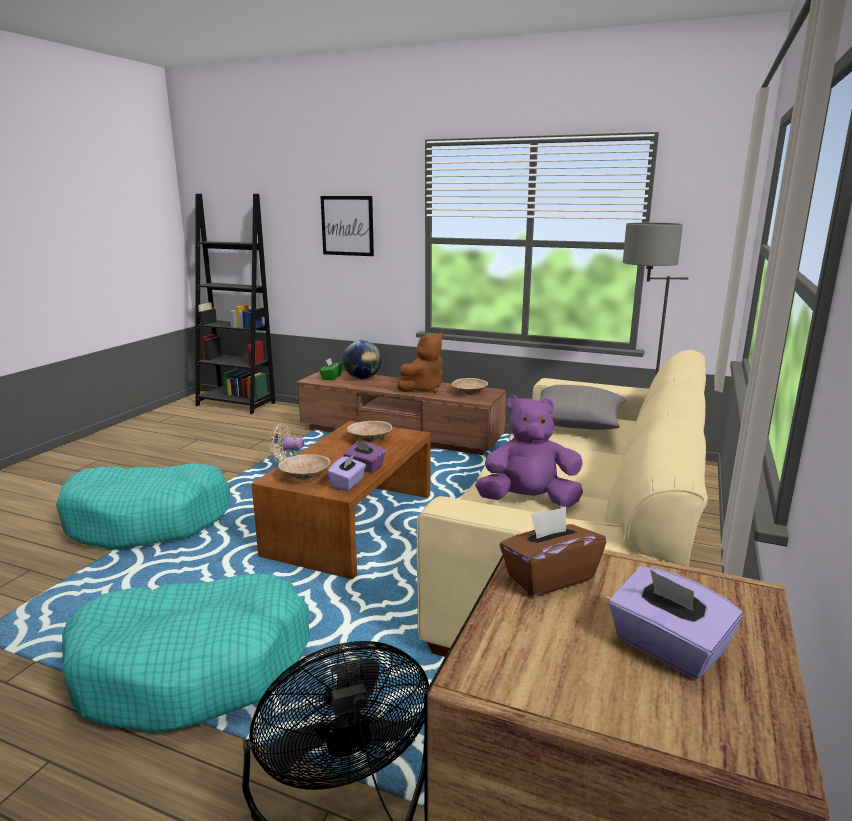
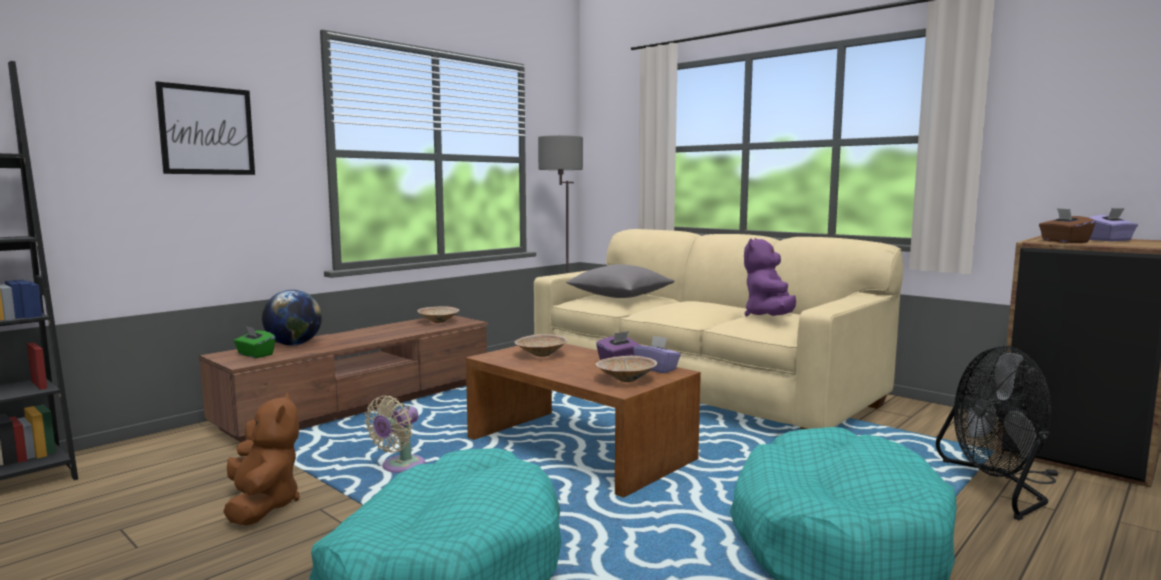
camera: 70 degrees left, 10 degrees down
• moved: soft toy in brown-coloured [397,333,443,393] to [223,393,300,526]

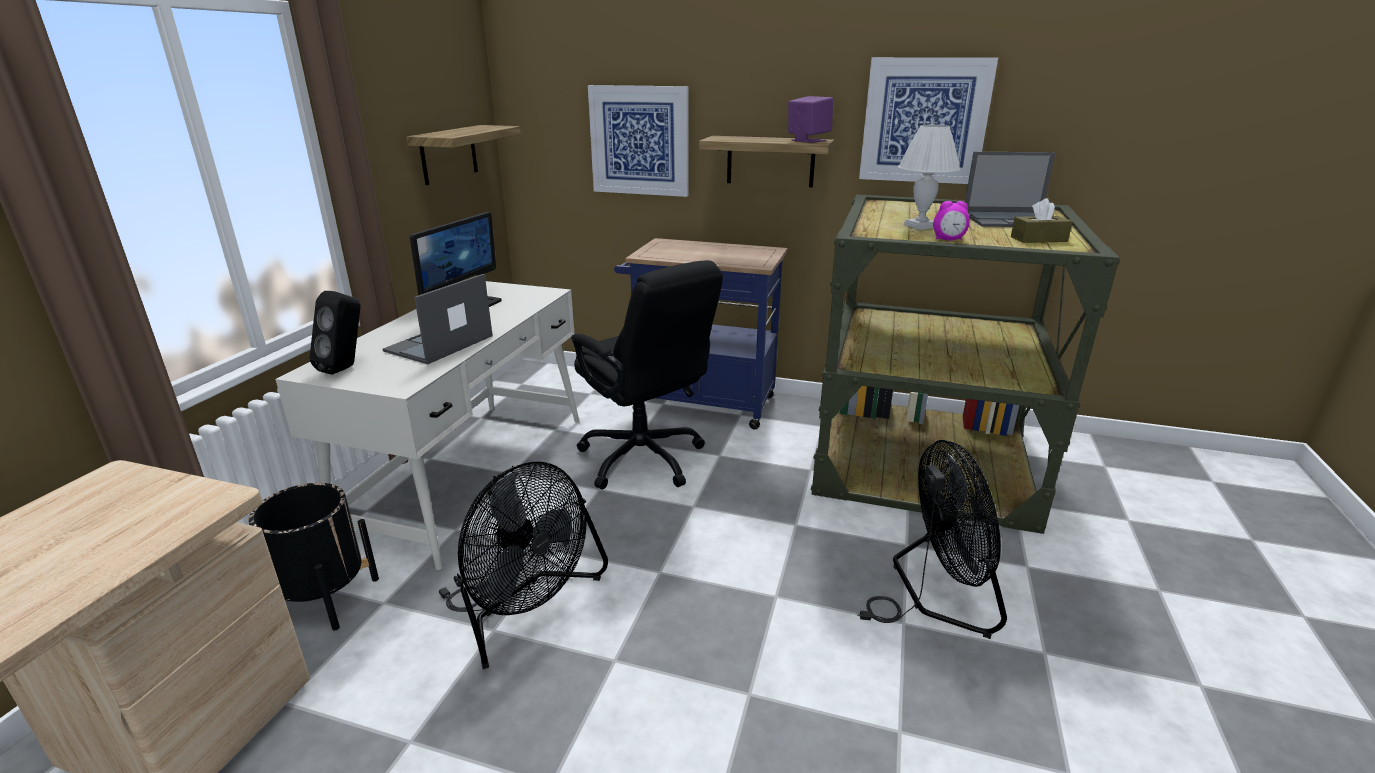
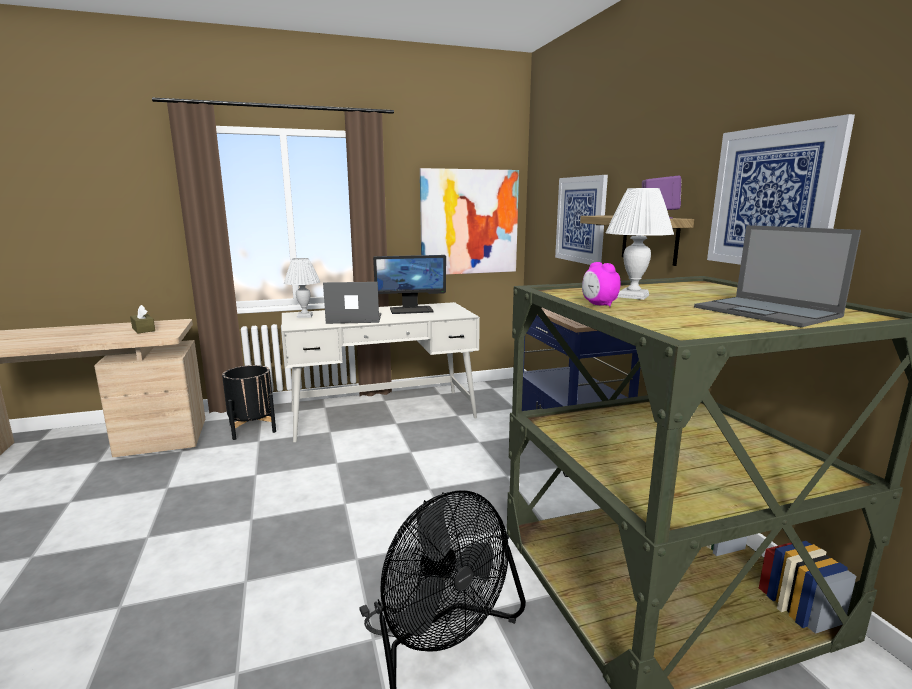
camera: 55 degrees right, 10 degrees down
• moved: tissue holder in brown-coloured [1011,198,1073,243] to [130,305,155,333]
• replaced: audio speaker in blackish [310,291,360,375] to table lamp in white-coloured [284,258,320,318]
• replaced: bracket shelf [406,125,521,185] to wall art [420,168,519,275]
• removed: cooling fan in blackish [439,462,608,669]
• removed: computer chair in blackish [571,260,723,490]

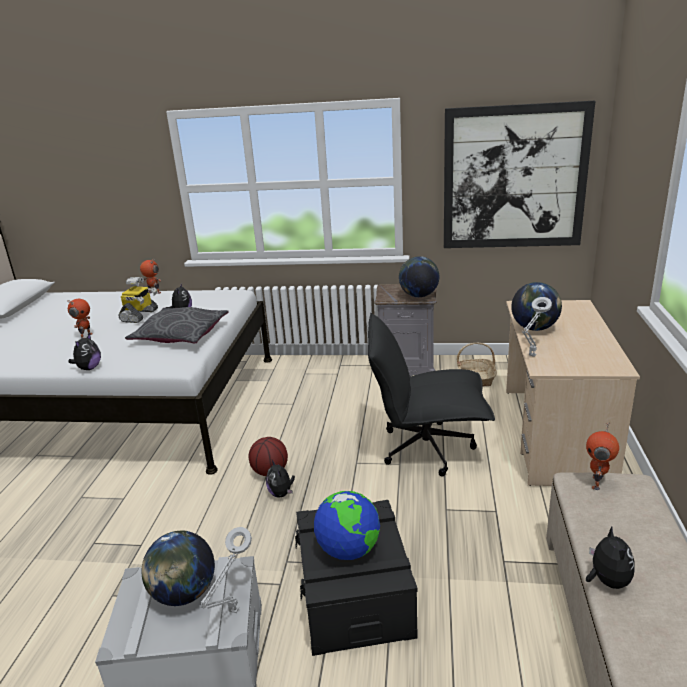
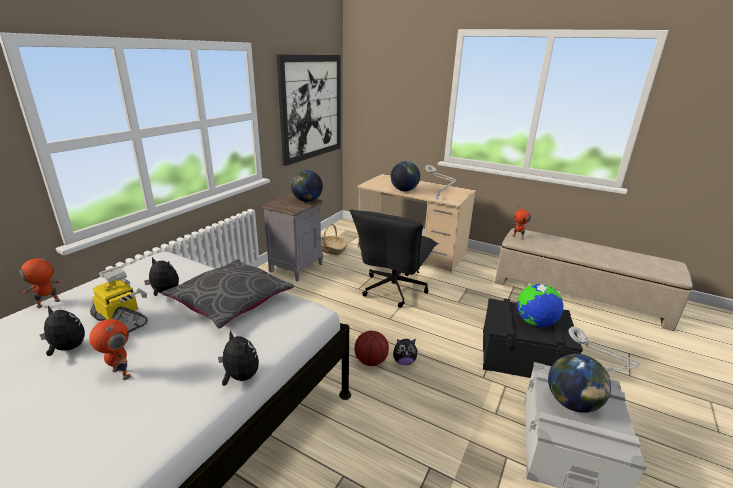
camera: 70 degrees left, 0 degrees up
• moved: soft toy [586,527,635,589] to [40,305,85,356]

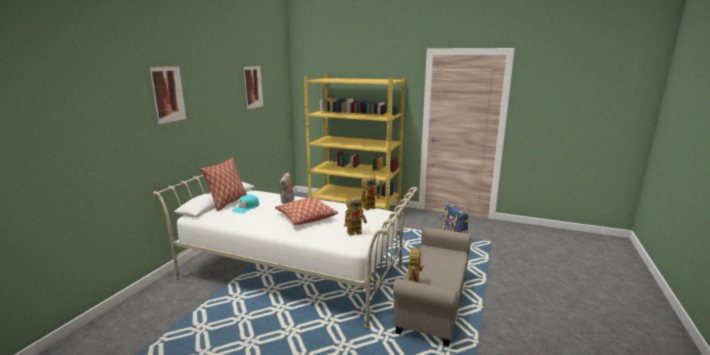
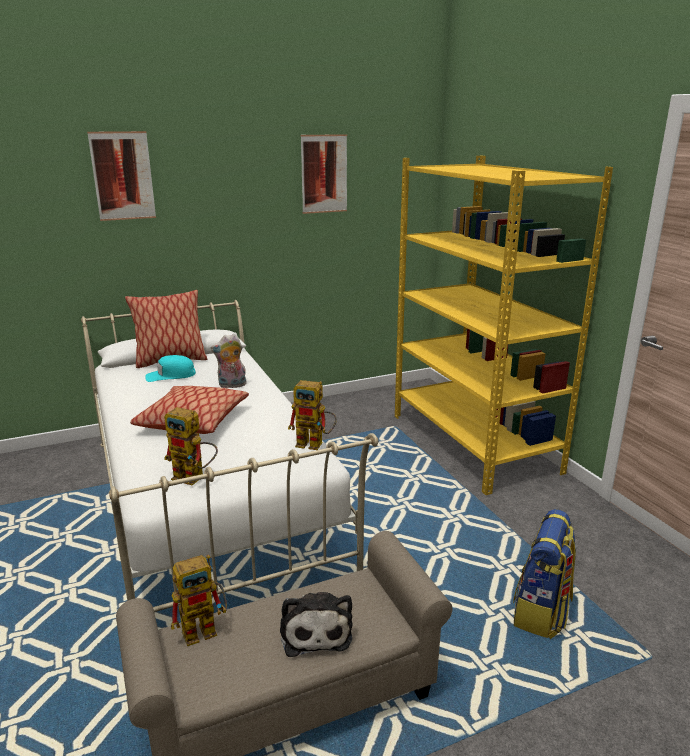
camera: 45 degrees right, 5 degrees up
• added: soft toy [280,592,352,657]

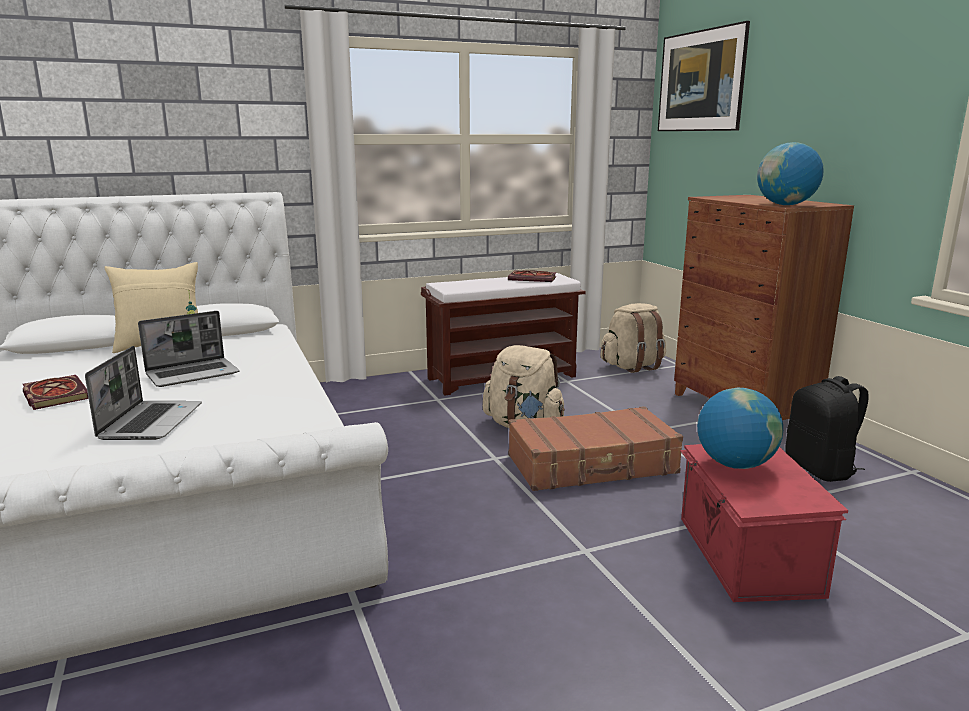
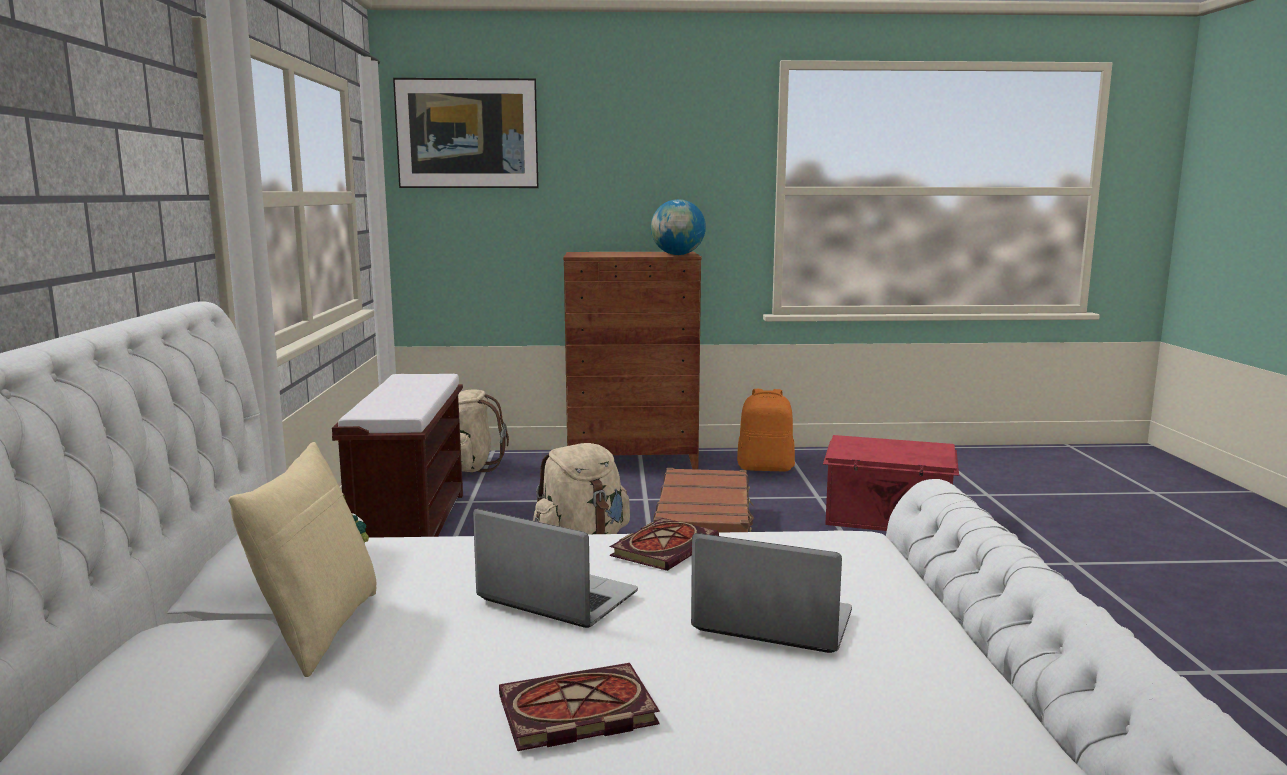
camera: 70 degrees left, 5 degrees down
• turned: notebook computer [138,311,239,387] = [473,509,638,628] 45 degrees counterclockwise
• moved: volume [508,270,557,282] to [610,518,719,571]
• recoloured: backpack in blackish [785,376,869,482] to backpack in orange [737,389,795,471]
• removed: world globe [697,388,783,469]

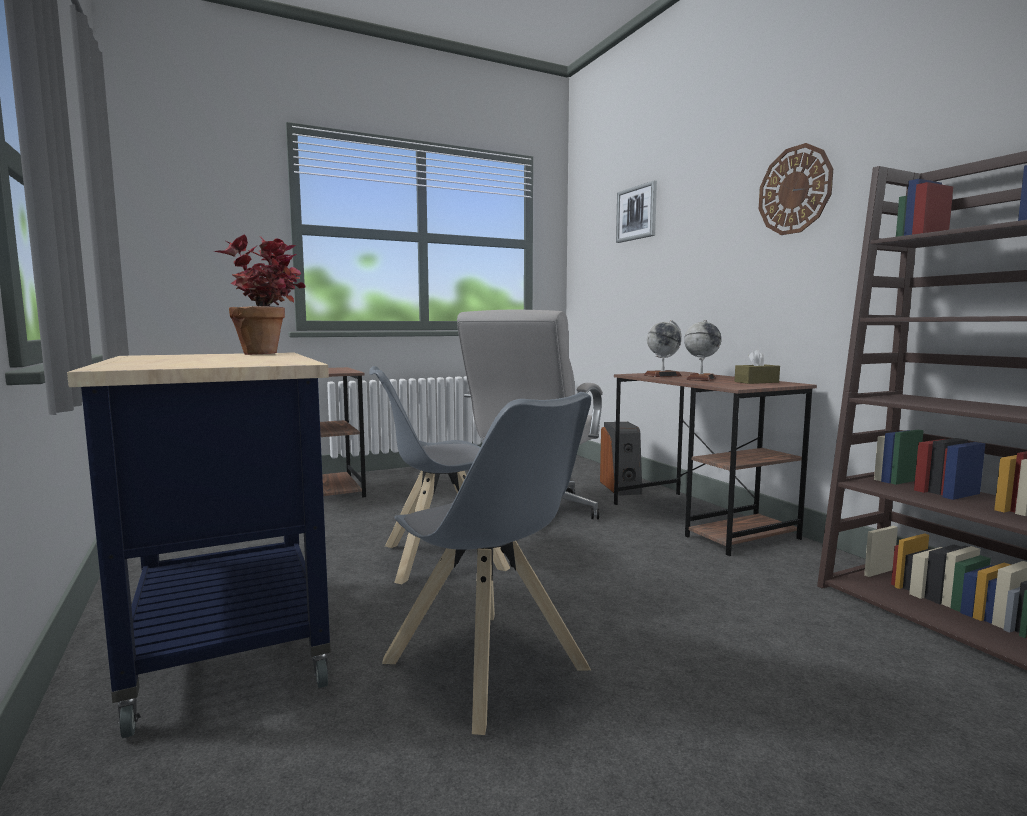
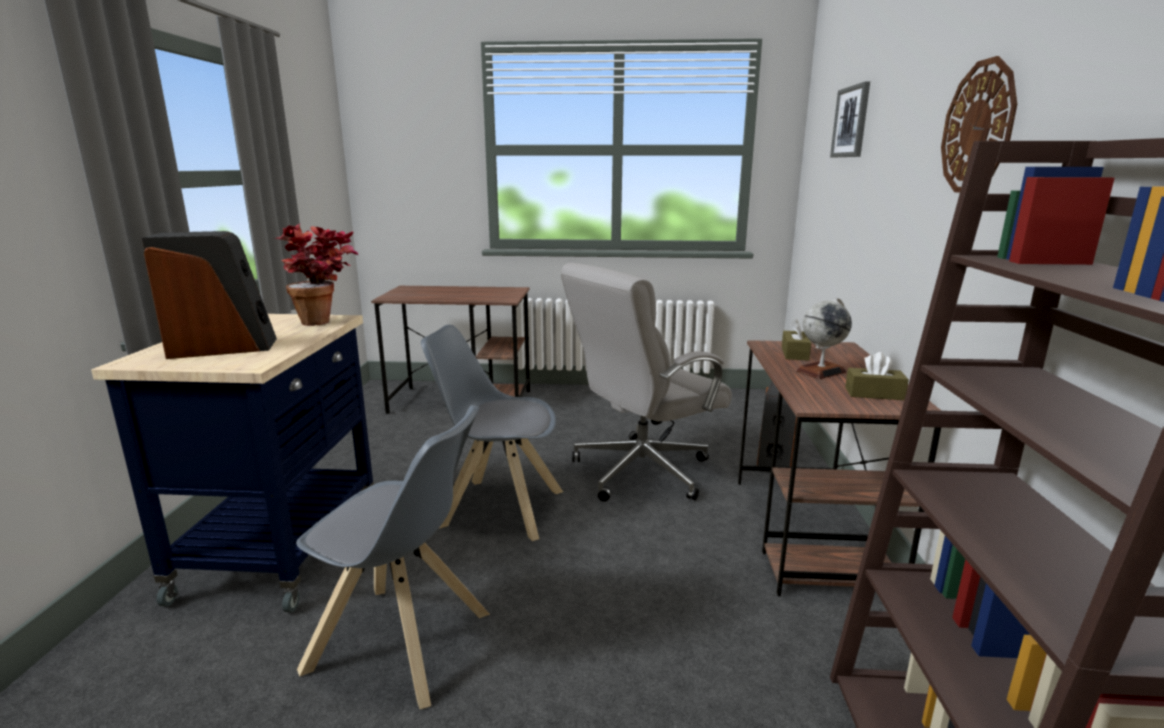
camera: 30 degrees right, 10 degrees up
• added: audio speaker [142,231,277,359]
• turned: plain chair in grey [382,392,591,735] = [296,405,490,709] 60 degrees counterclockwise
• replaced: world globe [644,320,682,377] to tissue holder in brown-coloured [782,319,811,361]

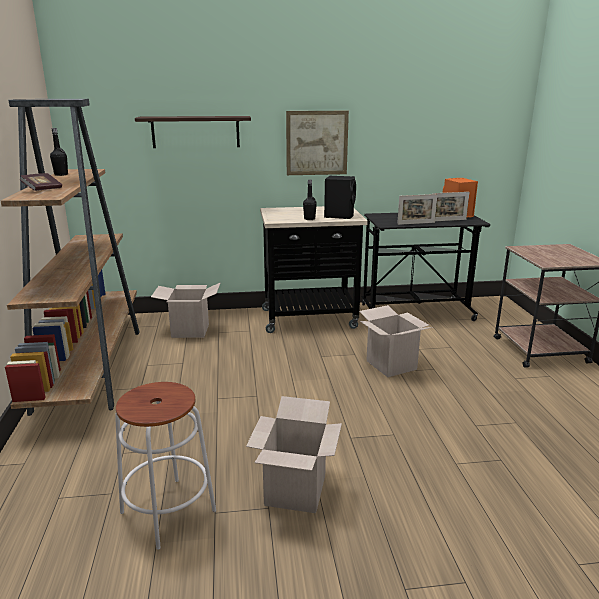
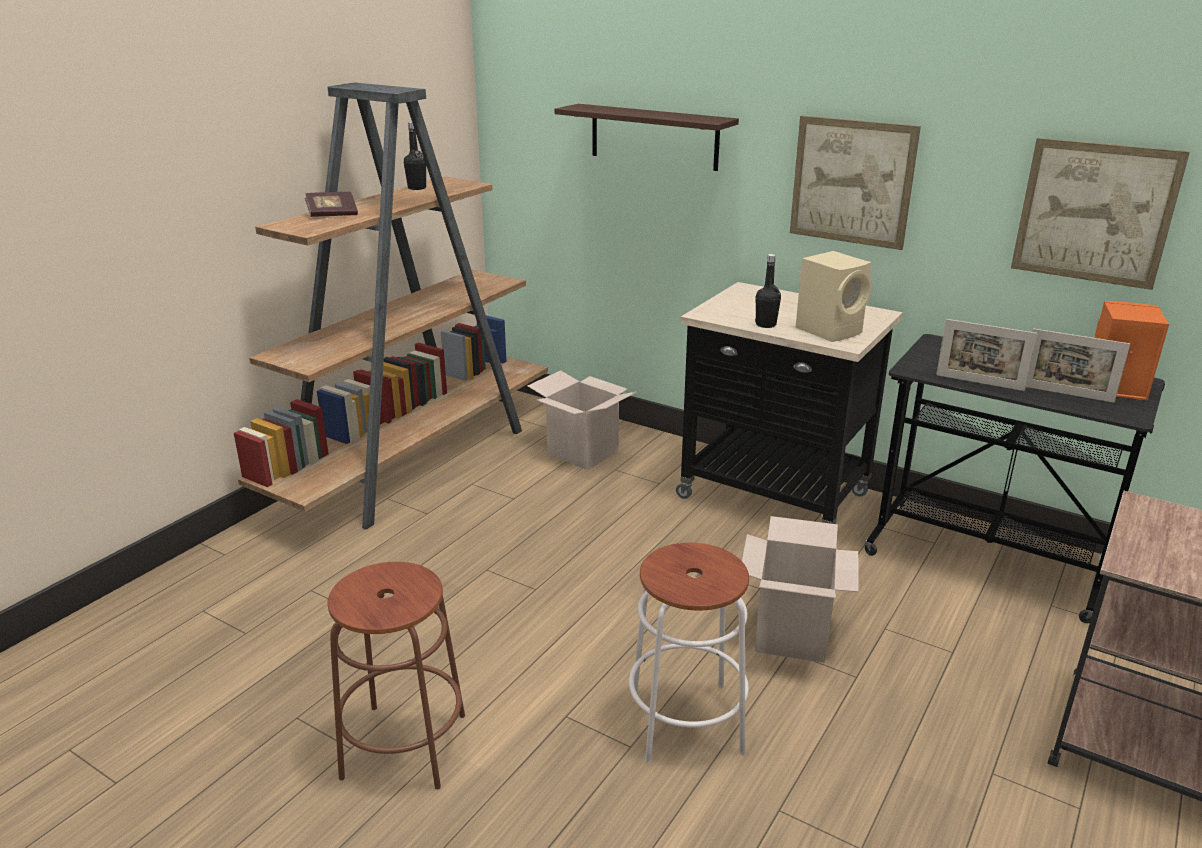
camera: 40 degrees right, 5 degrees up
• replaced: cardboard box [246,396,342,513] to stool seat in brown-coloured [328,562,465,790]
• moved: stool seat in white-coloured [116,382,216,550] to [629,543,749,763]
• recoloured: audio speaker in blackish [324,176,356,219] to audio speaker in sand-coloured [796,251,872,342]
• added: wall art [1011,138,1190,290]

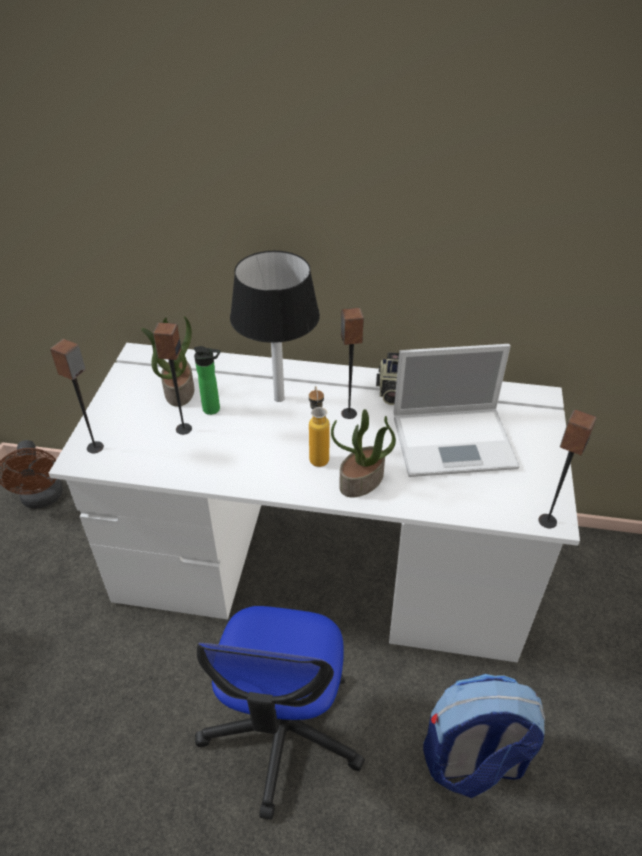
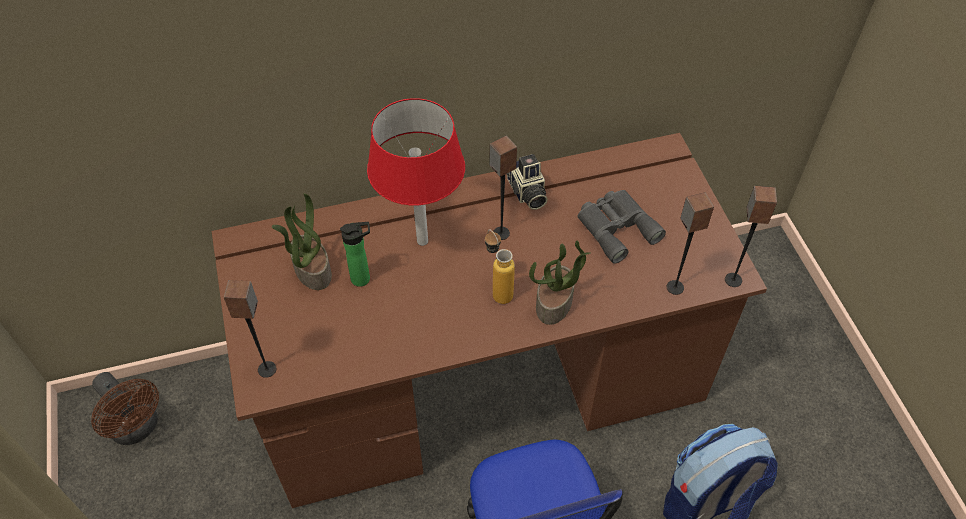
camera: 25 degrees left, 10 degrees up
• recoloured: desk in white-coloured [49,343,580,663] to desk in brown-coloured [212,133,767,508]
• recoloured: table lamp in blackish [230,251,320,402] to table lamp in reddish [367,98,465,246]
• replaced: notebook computer [394,344,520,477] to binoculars in grey [577,190,666,264]
• moved: audio speaker [153,322,192,435] to [667,192,714,295]

